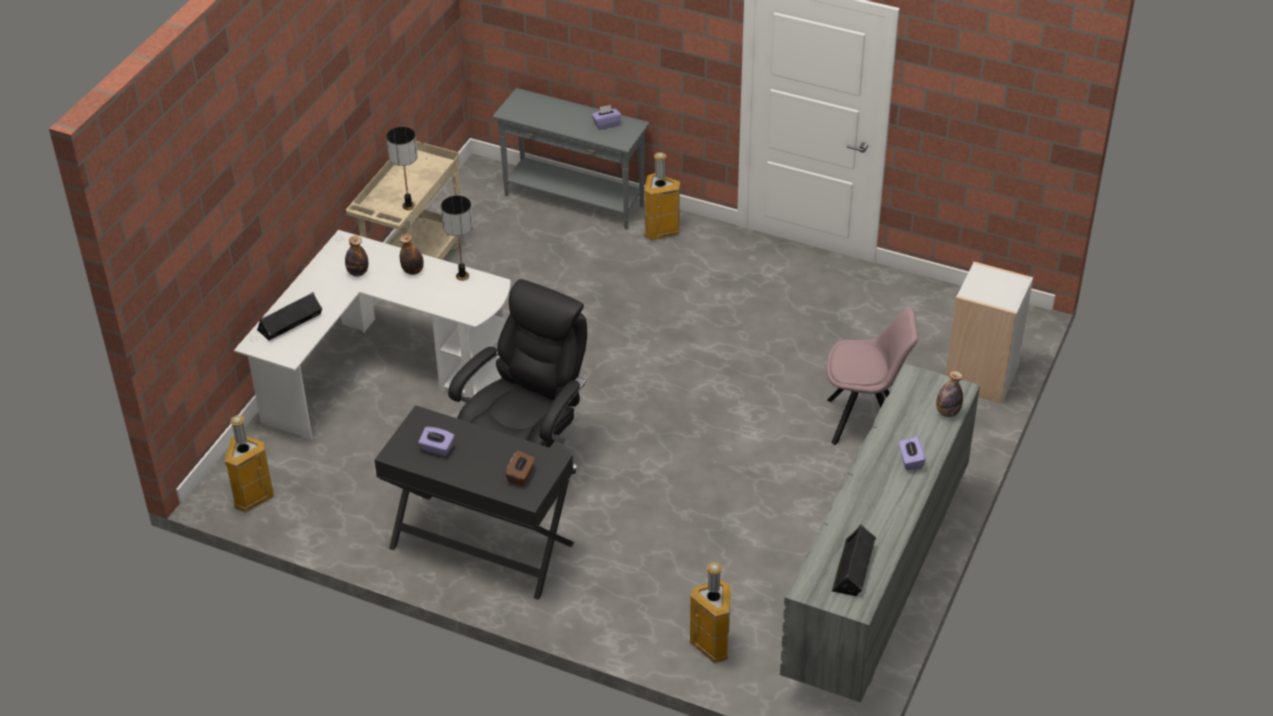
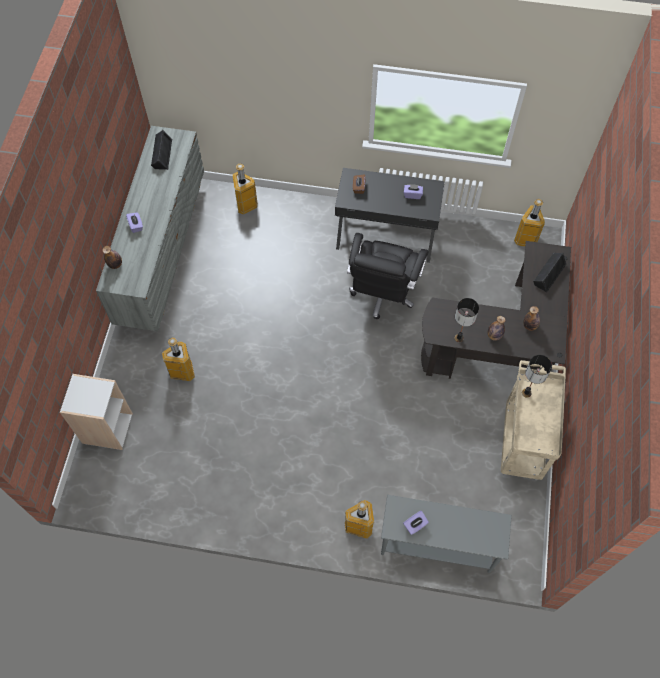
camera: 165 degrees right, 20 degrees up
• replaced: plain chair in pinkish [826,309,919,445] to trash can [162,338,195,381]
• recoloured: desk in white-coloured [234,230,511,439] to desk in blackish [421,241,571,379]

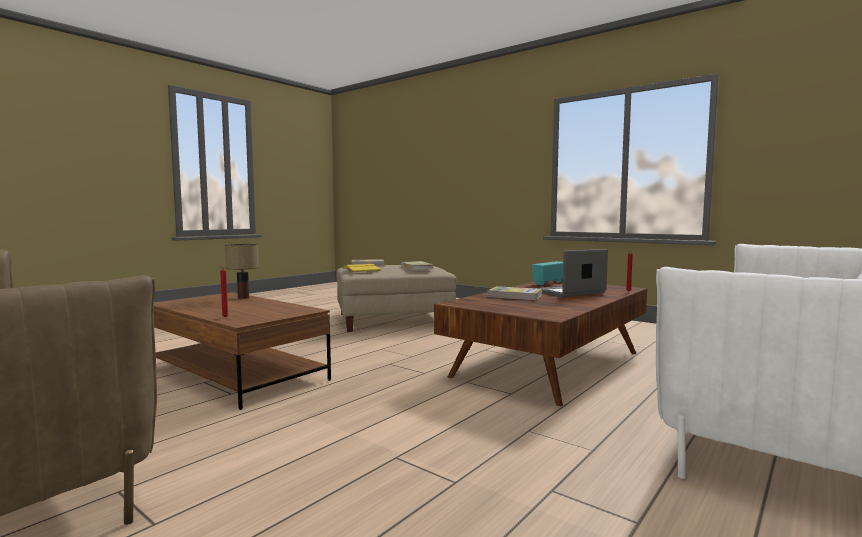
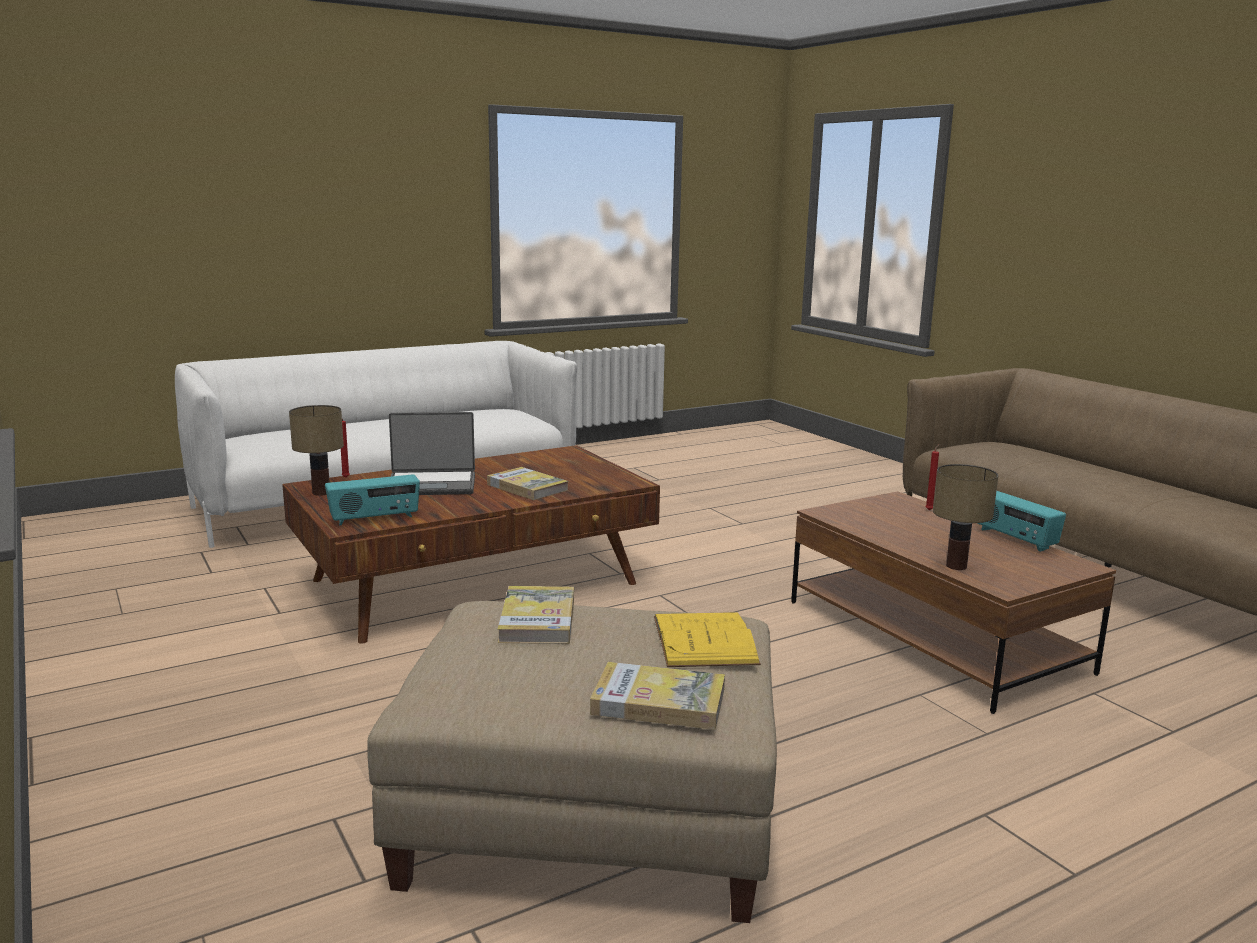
camera: 160 degrees left, 10 degrees up
• added: table lamp [289,405,344,496]
• added: radio receiver [977,491,1066,552]

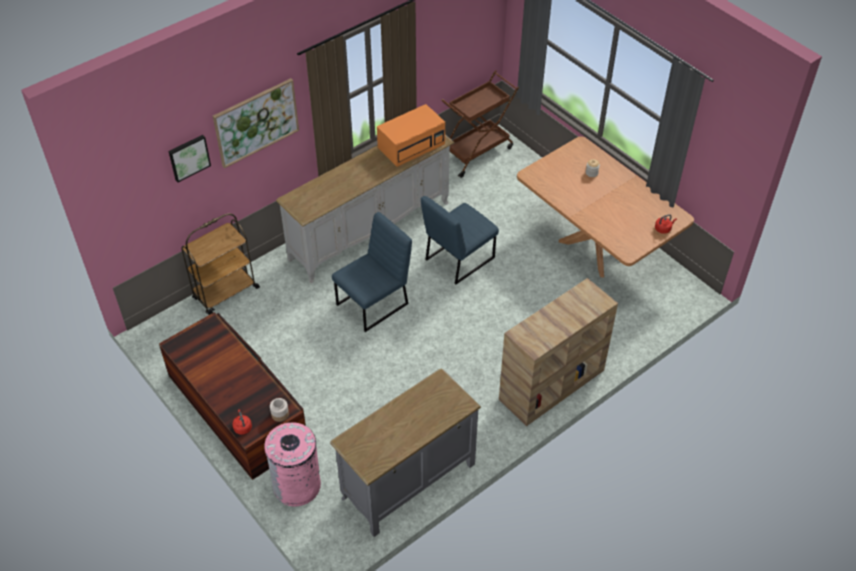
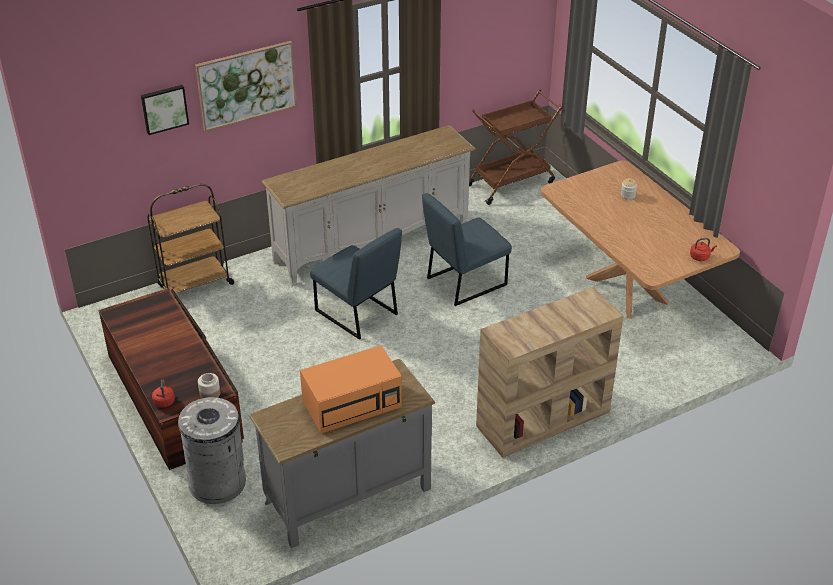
camera: 10 degrees right, 10 degrees down
• recoloured: trash can in pinkish [264,422,321,507] to trash can in grey [178,397,246,504]
• moved: kitchen microwave in orange [377,104,445,167] to [300,345,402,434]
• turned: plain chair in bluish [332,212,412,332] = [310,228,402,340] 75 degrees clockwise

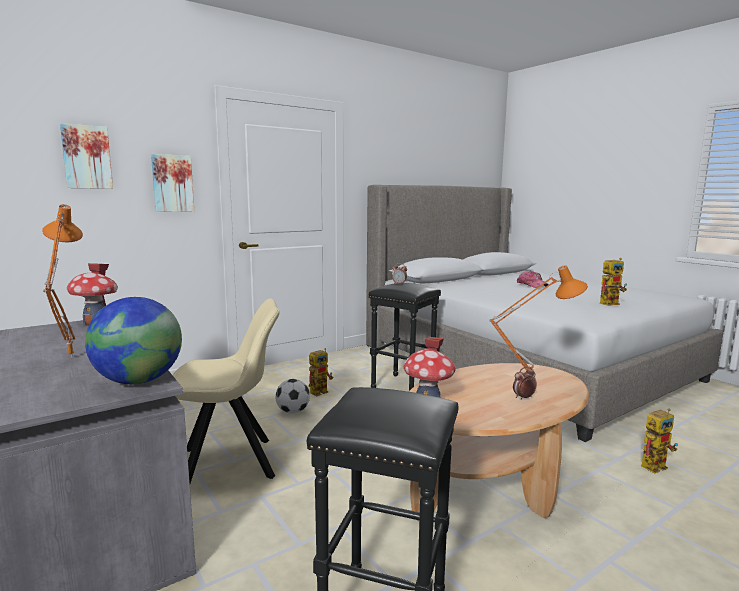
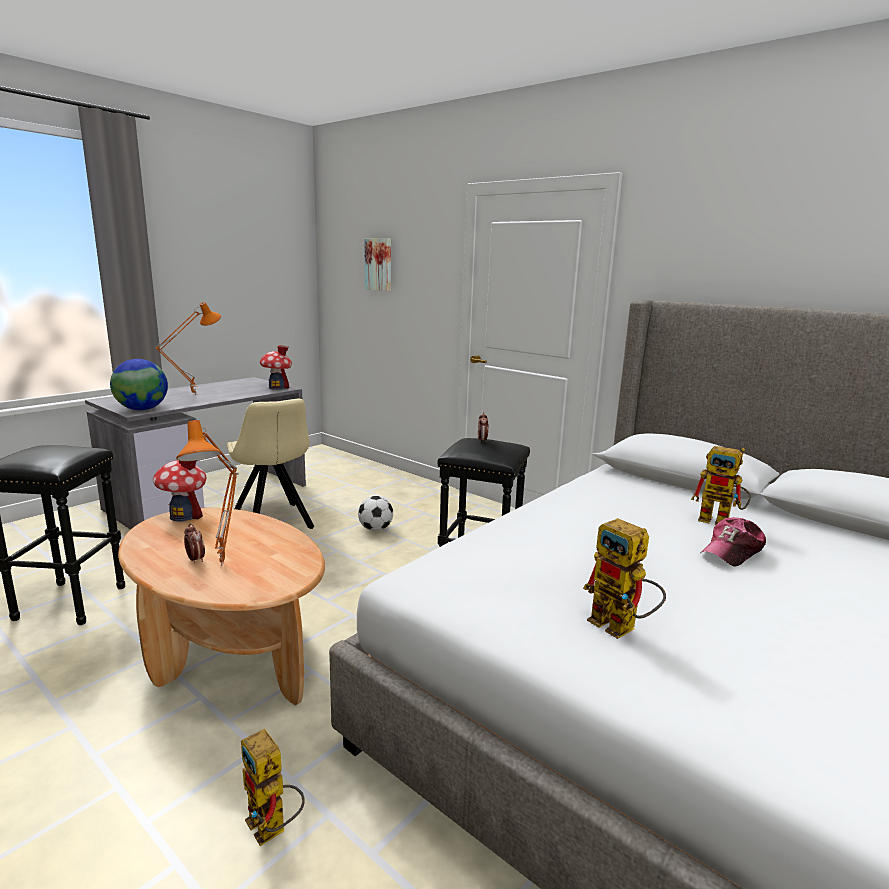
camera: 75 degrees right, 5 degrees up
• moved: model robot [309,348,333,396] to [691,446,751,525]
• removed: wall art [151,154,194,212]

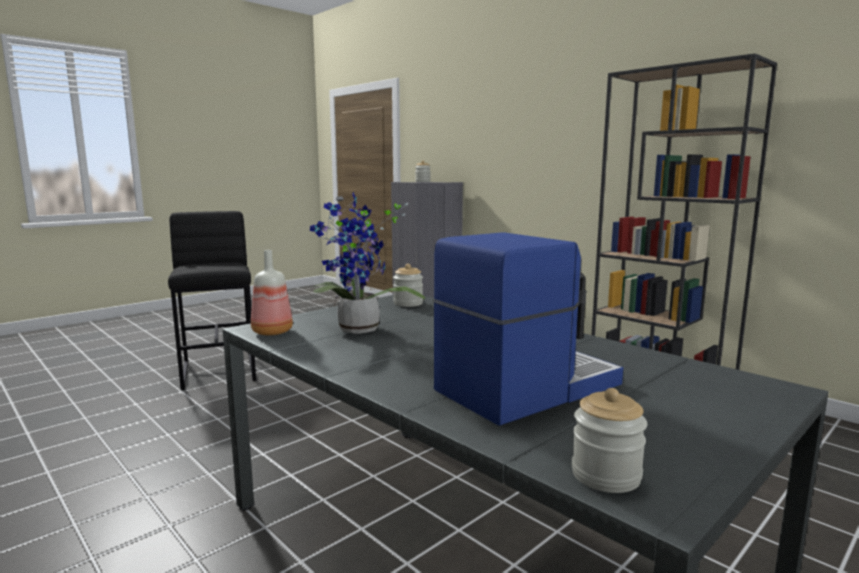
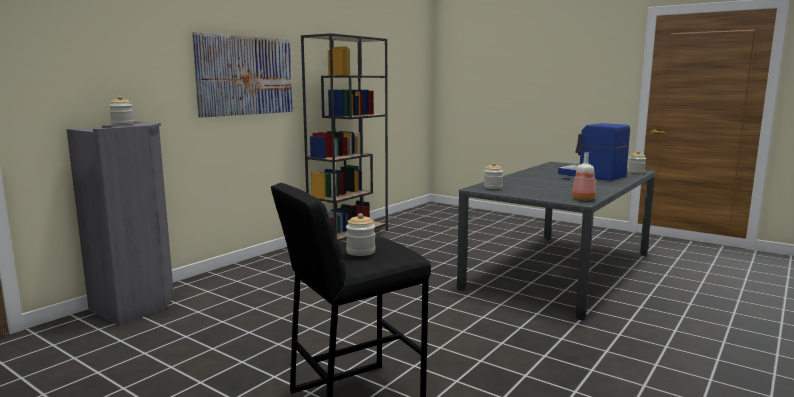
camera: 100 degrees left, 0 degrees up
• added: wall art [192,32,293,118]
• added: storage jar [346,213,376,256]
• removed: plant in a pot [310,192,425,334]

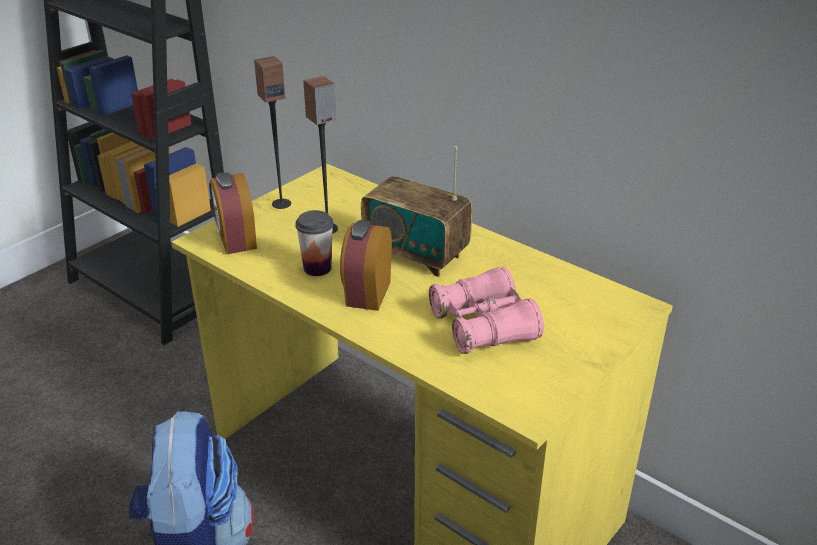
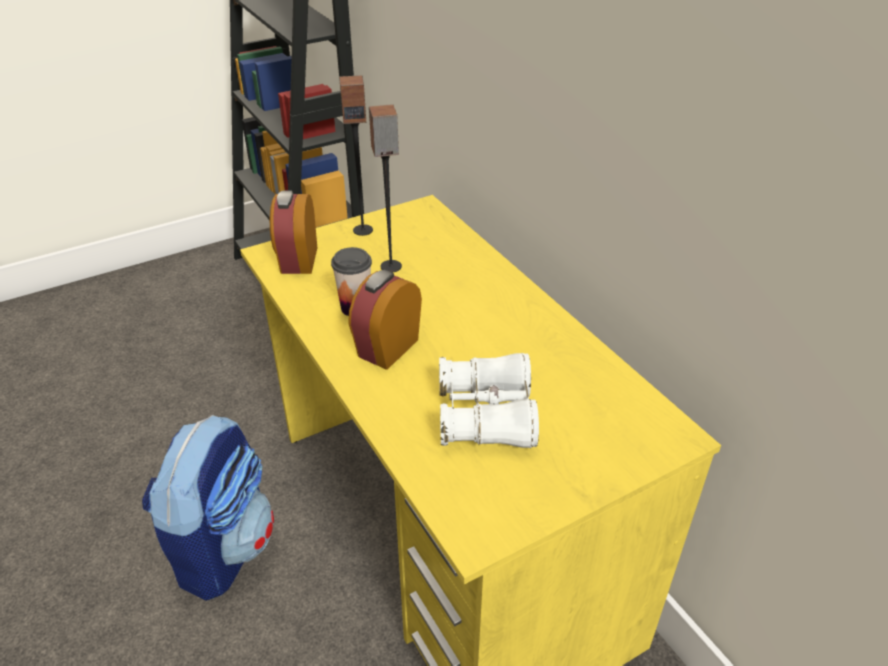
camera: 20 degrees right, 5 degrees up
• recoloured: binoculars in pinkish [429,267,544,354] to binoculars in white-coloured [439,353,539,448]
• removed: radio receiver [361,146,472,277]

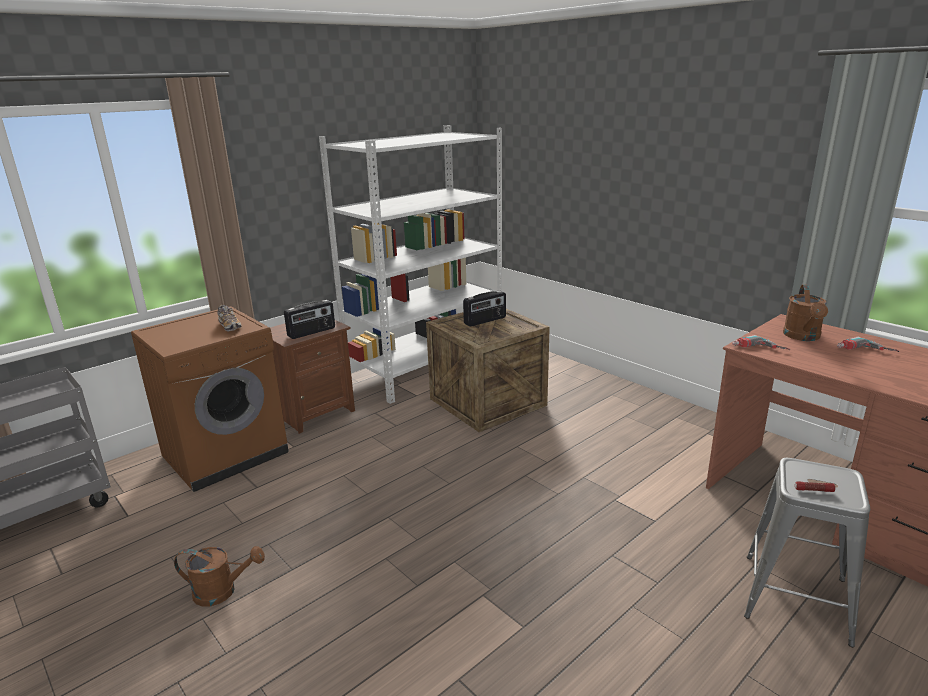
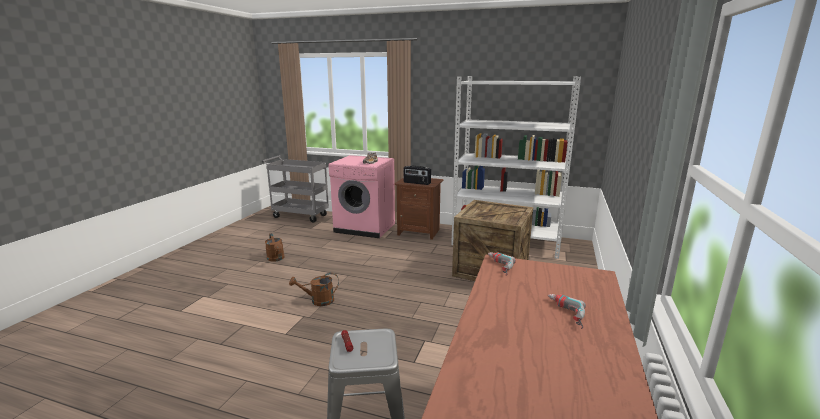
camera: 60 degrees right, 5 degrees down
• moved: watering can in brown-coloured [783,284,828,341] to [289,273,339,306]
• recoloured: laundry machine in brown-coloured [131,306,289,492] to laundry machine in pinkish [329,155,395,238]
• removed: radio receiver [463,290,506,327]

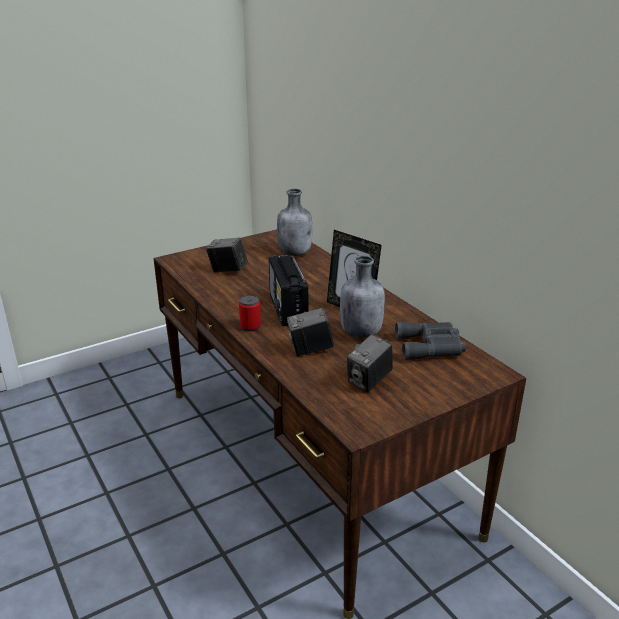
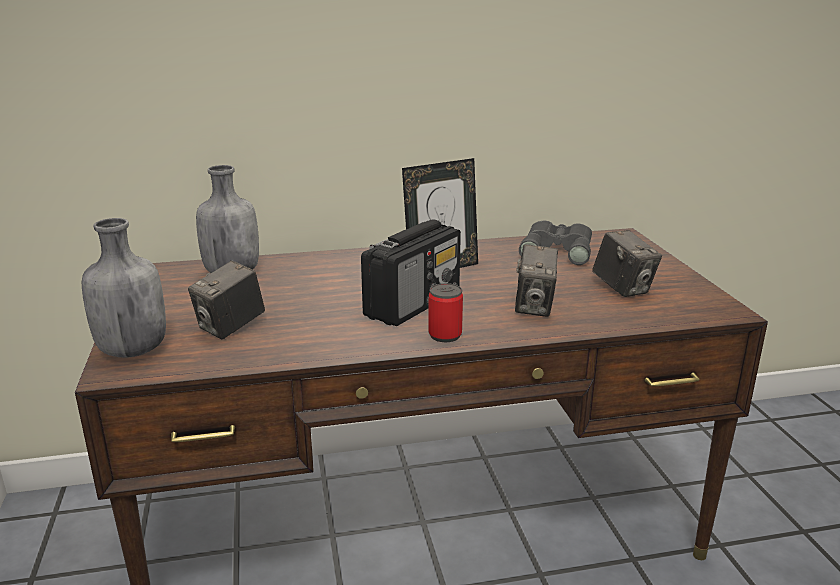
camera: 70 degrees left, 5 degrees down
• moved: bottle in grey [340,256,385,338] to [82,218,166,358]
• turned: radio receiver [269,255,308,327] = [361,219,461,326] 60 degrees counterclockwise

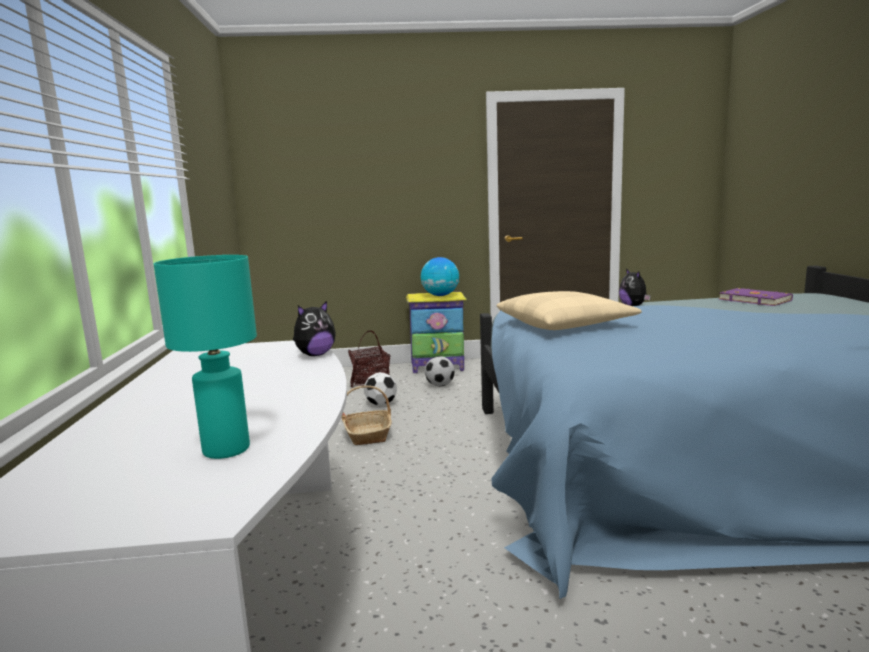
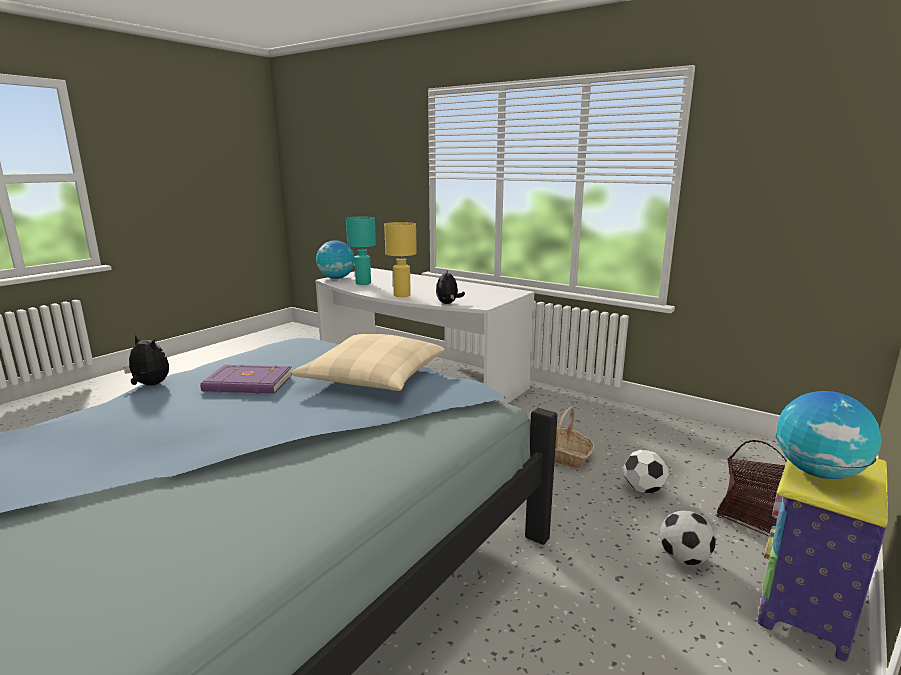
camera: 130 degrees right, 5 degrees up
• moved: soft toy [619,268,651,306] to [123,335,169,386]
• moved: volume in purple [719,288,793,306] to [200,365,292,394]
• added: world globe [316,240,355,279]
• added: table lamp in yellow [384,222,417,297]

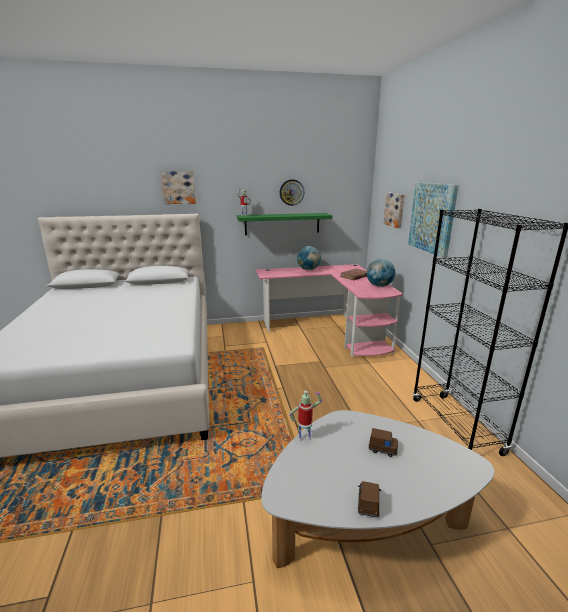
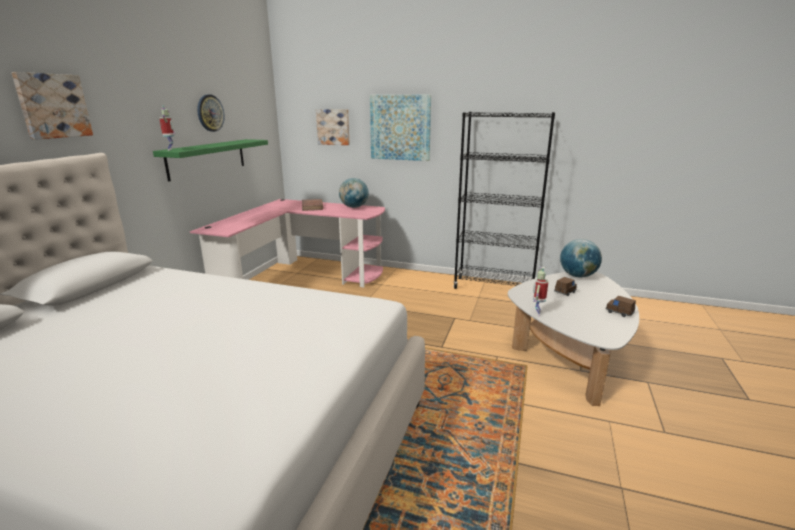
camera: 60 degrees left, 0 degrees up
• moved: world globe [297,246,321,270] to [560,239,602,278]

